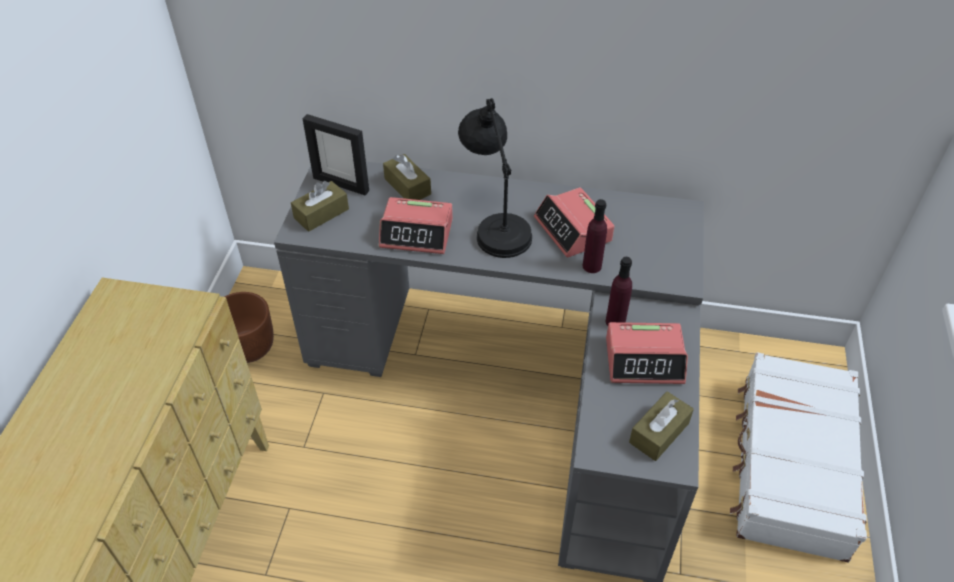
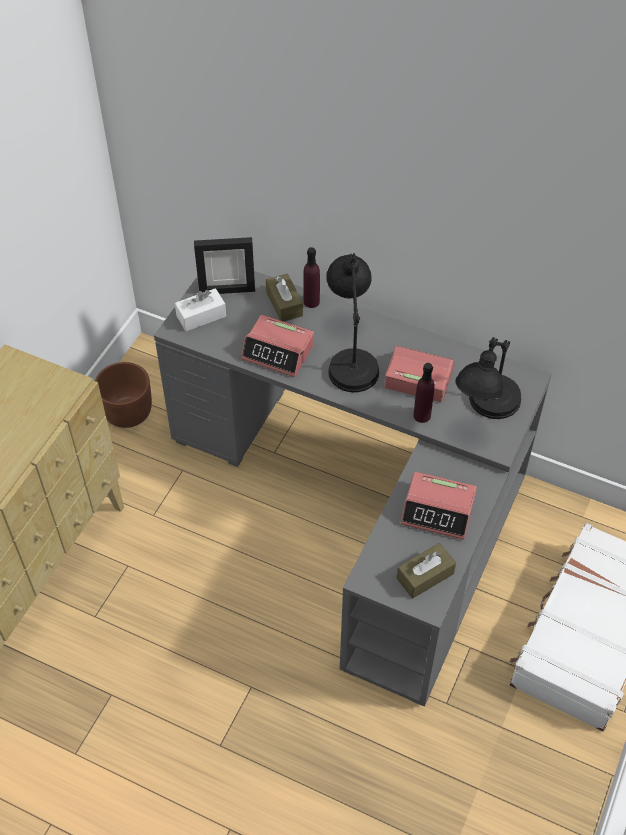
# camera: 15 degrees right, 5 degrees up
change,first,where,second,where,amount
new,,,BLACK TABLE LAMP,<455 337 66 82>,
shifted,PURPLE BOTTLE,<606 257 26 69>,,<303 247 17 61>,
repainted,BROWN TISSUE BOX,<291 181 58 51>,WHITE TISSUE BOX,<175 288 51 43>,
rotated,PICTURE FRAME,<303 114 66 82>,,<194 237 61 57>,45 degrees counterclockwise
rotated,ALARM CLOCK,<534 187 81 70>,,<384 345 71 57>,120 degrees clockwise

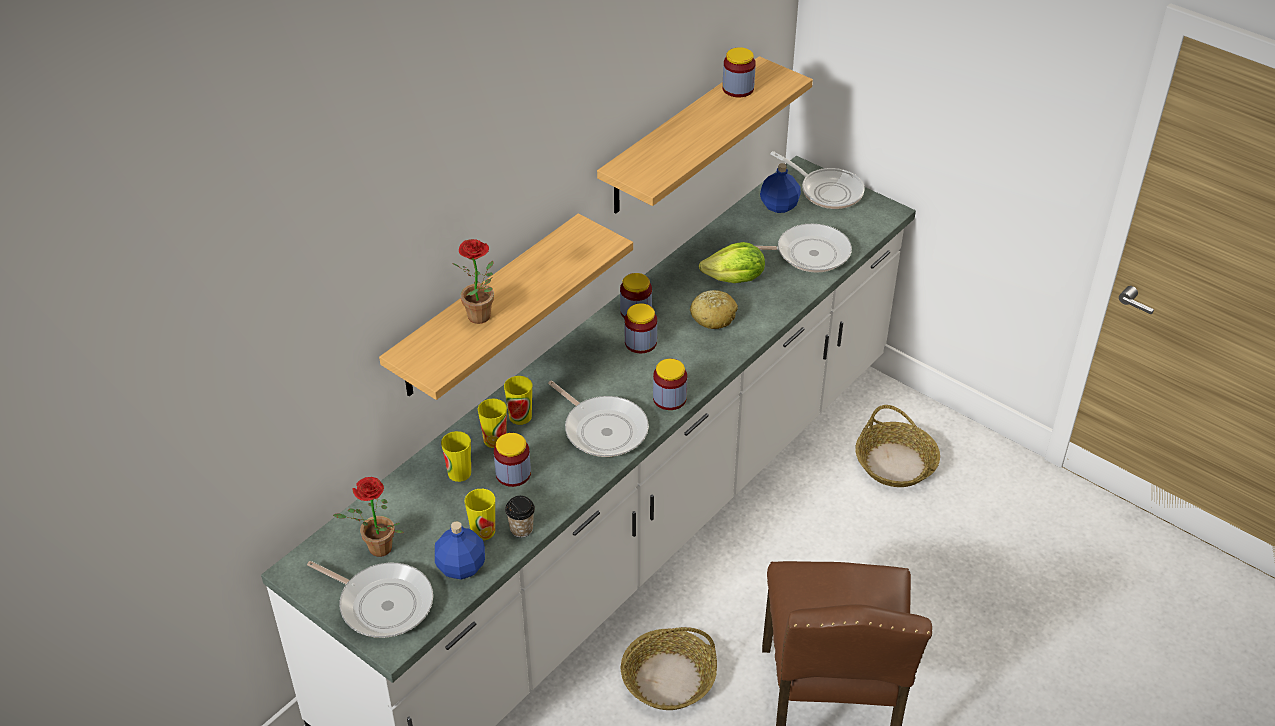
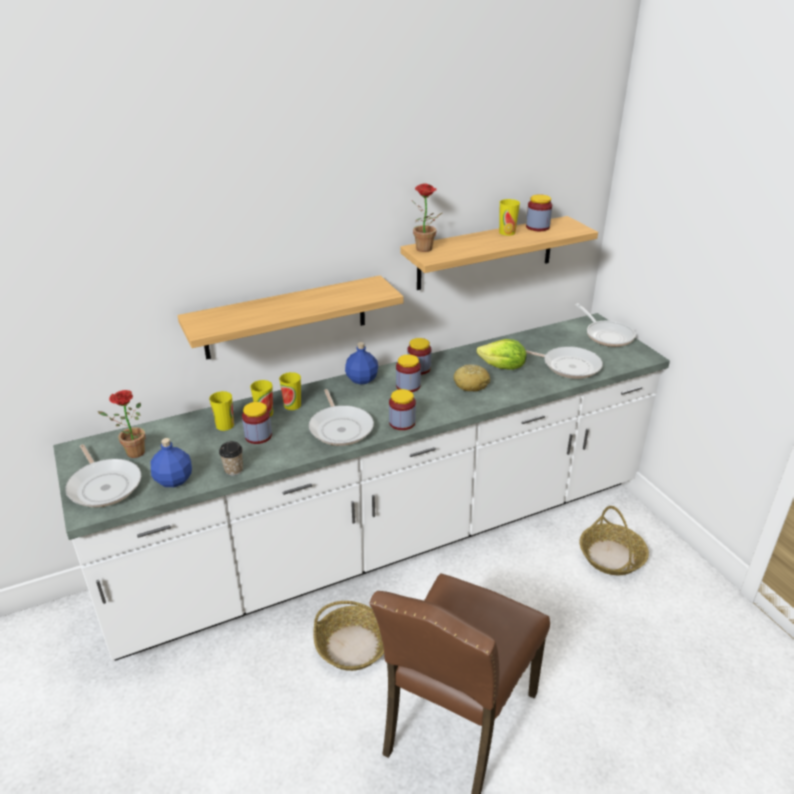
# camera: 25 degrees right, 10 degrees down
change,first,where,second,where,amount
shifted,POTTED PLANT,<453 239 41 85>,,<413 183 29 69>,
shifted,CUP,<465 489 30 51>,,<499 199 21 37>,
shifted,BLUE BOTTLE,<760 163 41 50>,,<345 342 33 42>,

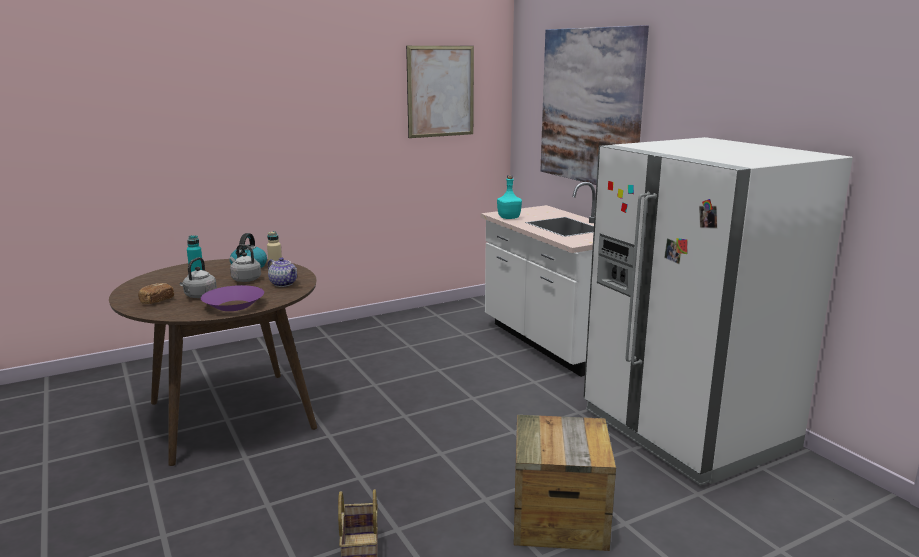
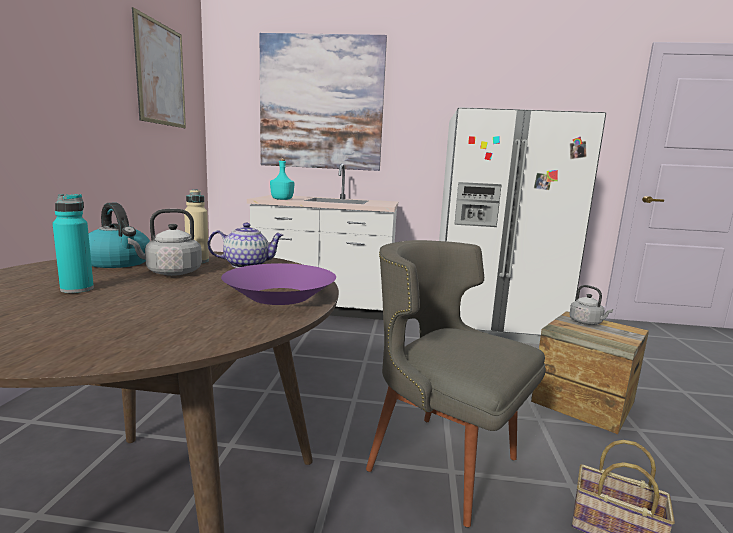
# camera: 55 degrees left, 5 degrees down
change,first,where,second,where,amount
gone,BREAD,<138 283 36 21>,,,
new,,,GREY CHAIR,<366 240 180 288>,
shifted,GREY KETTLE,<180 257 37 41>,,<569 285 44 40>,

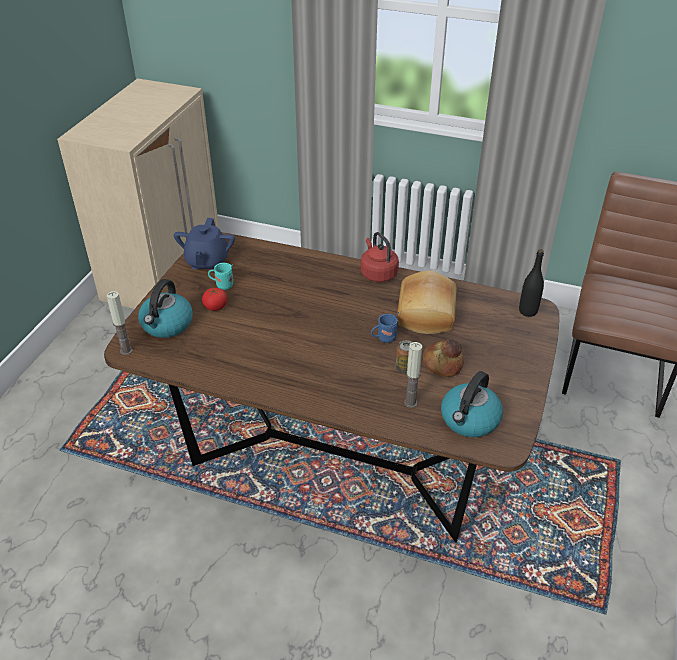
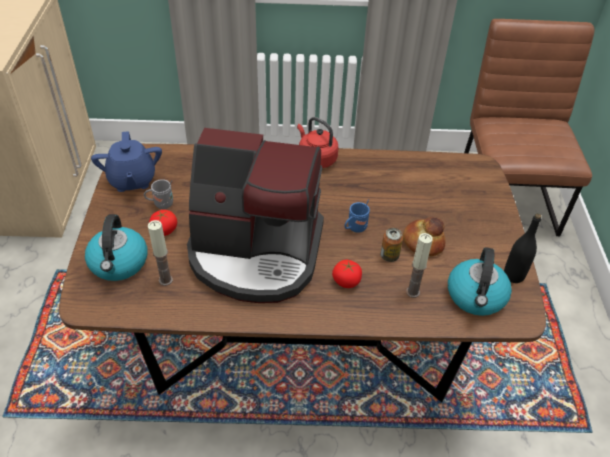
# camera: 20 degrees left, 5 degrees up
change,first,where,second,where,amount
gone,BREAD,<397 270 60 64>,,,
new,,,COFFEE MACHINE,<187 128 137 175>,
new,,,TOMATO,<332 260 30 28>,
shifted,CANDLE,<106 291 27 64>,,<148 220 25 66>,
shifted,BLACK BOTTLE,<519 249 25 68>,,<504 213 37 70>,
repainted,TURQUOISE MUG,<208 263 25 27>,GREY MUG,<144 179 29 30>,

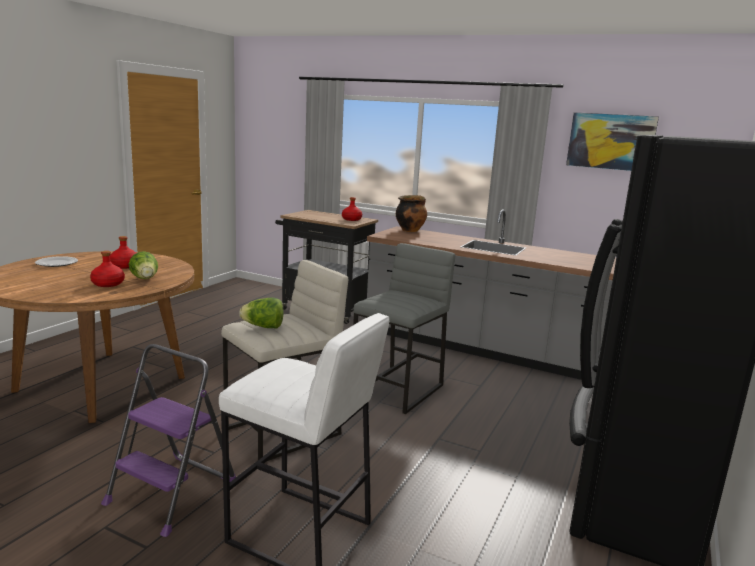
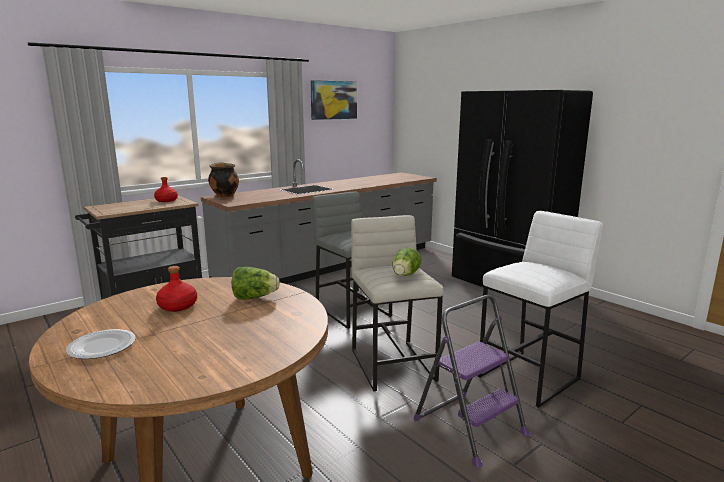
# camera: 65 degrees left, 0 degrees up
change,first,where,second,where,amount
gone,RED BOTTLE,<90 251 35 36>,,,

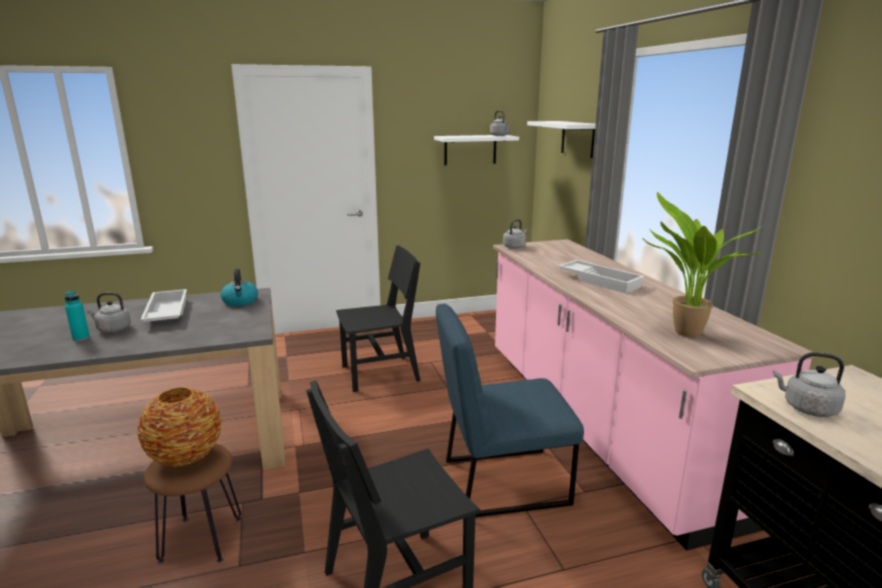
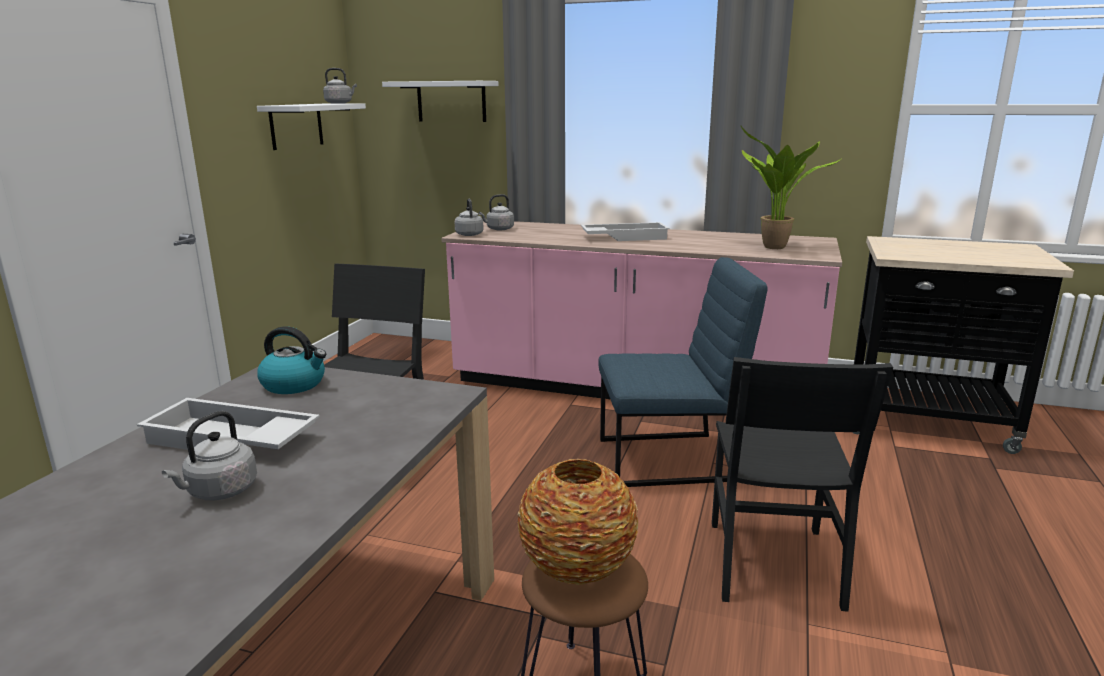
# camera: 55 degrees left, 0 degrees up
change,first,where,second,where,amount
gone,TURQUOISE BOTTLE,<65 291 25 50>,,,
shifted,GREY KETTLE,<773 352 73 65>,,<479 194 35 36>,
rotated,BLUE CHAIR,<436 304 148 213>,,<598 257 170 230>,120 degrees counterclockwise

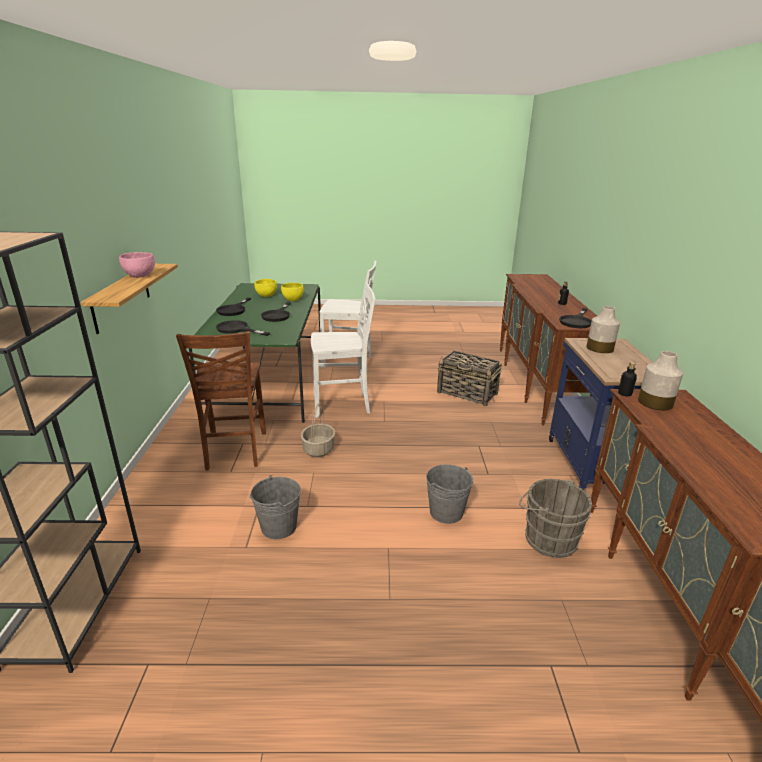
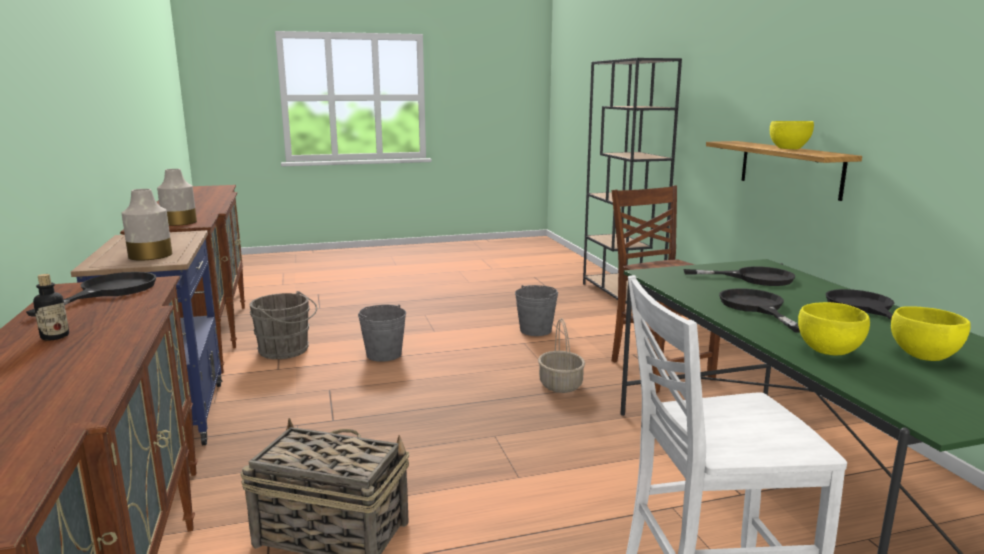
# camera: 165 degrees right, 10 degrees down
change,first,where,second,where,amount
gone,WHITE CHAIR,<311 283 65 135>,,,
gone,BOTTLE,<618 362 19 35>,,,
repainted,PINK BOWL,<119 252 36 26>,YELLOW BOWL,<770 121 44 28>,

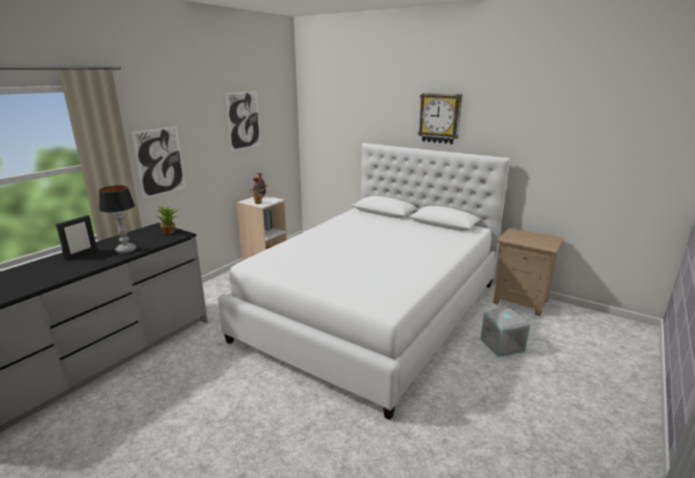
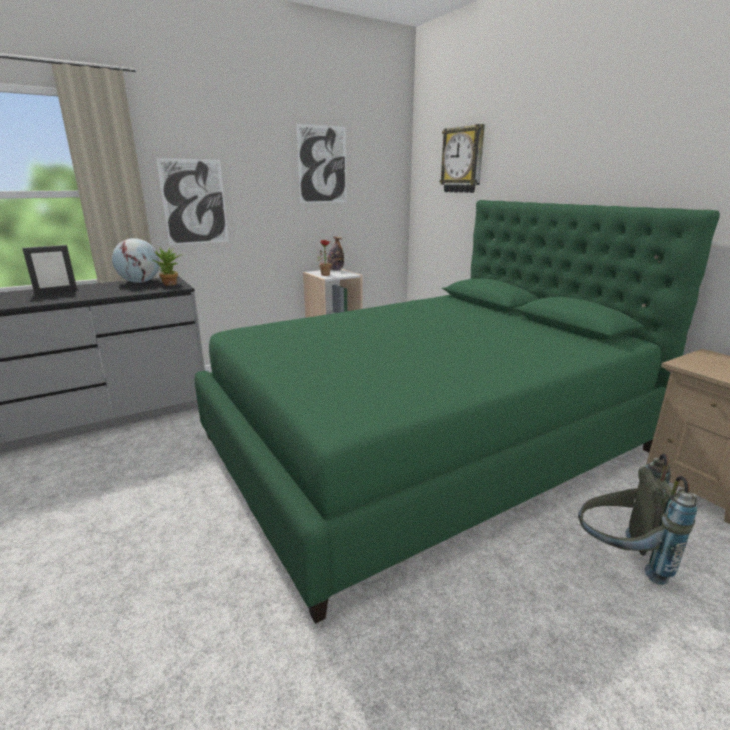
# camera: 25 degrees right, 0 degrees up
change,first,where,second,where,amount
gone,TABLE LAMP,<99 185 37 68>,,,
new,,,GLOBE,<112 238 48 45>,
shifted,WALL CLOCK,<418 93 44 51>,,<439 124 46 69>,
swapped,GREY STORAGE BOX,<480 308 50 49>,GREY BACKPACK,<578 453 119 132>,
repainted,WHITE BED,<218 143 292 277>,GREEN BED,<194 200 526 424>,

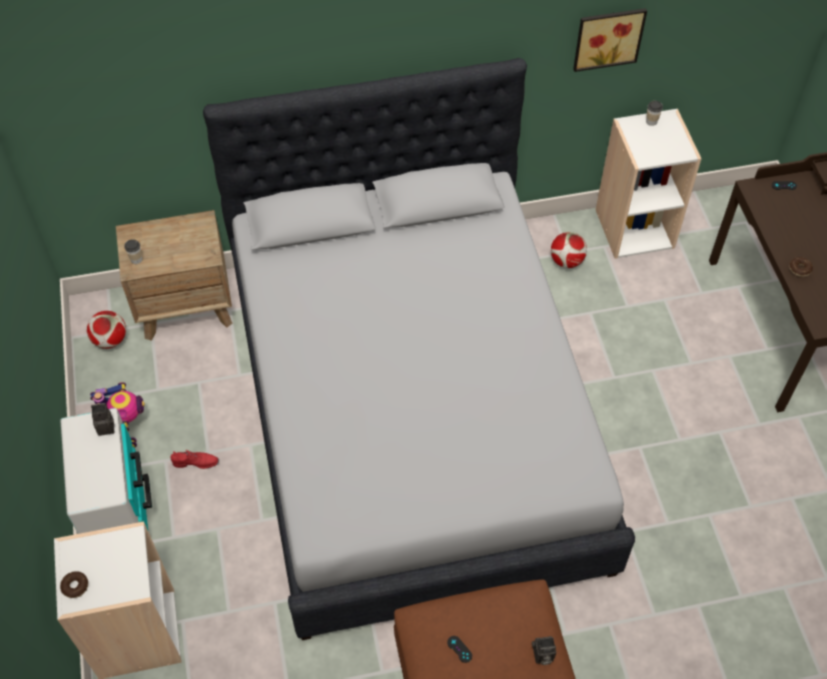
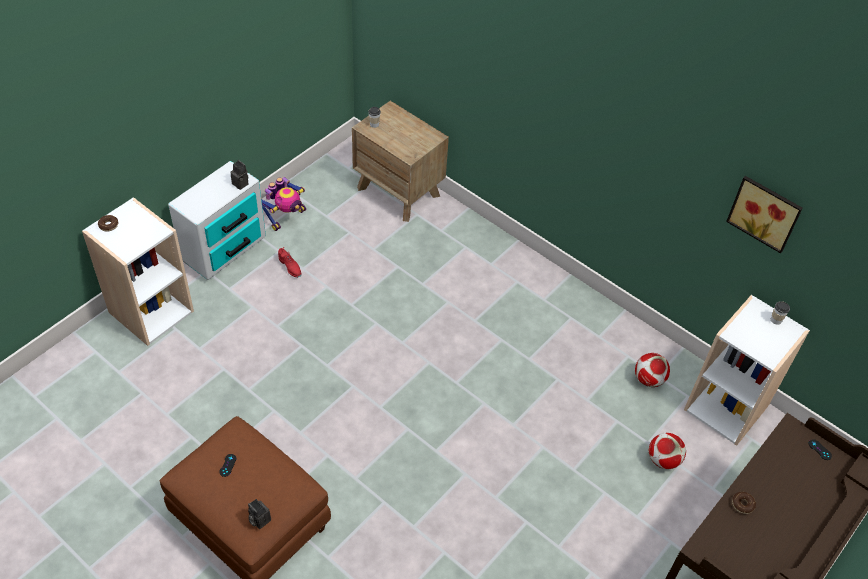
# camera: 50 degrees right, 5 degrees down
change,first,where,second,where,amount
gone,GREY BED,<203 58 432 582>,,,
shifted,FOOTBALL,<87 311 39 38>,,<649 433 37 36>,

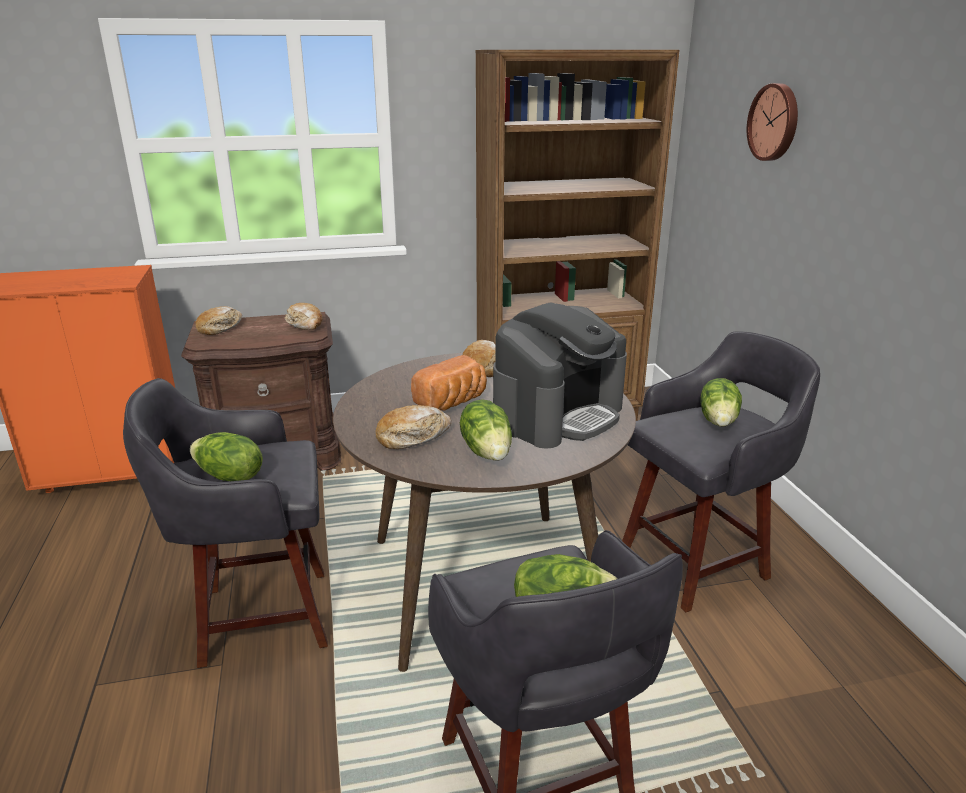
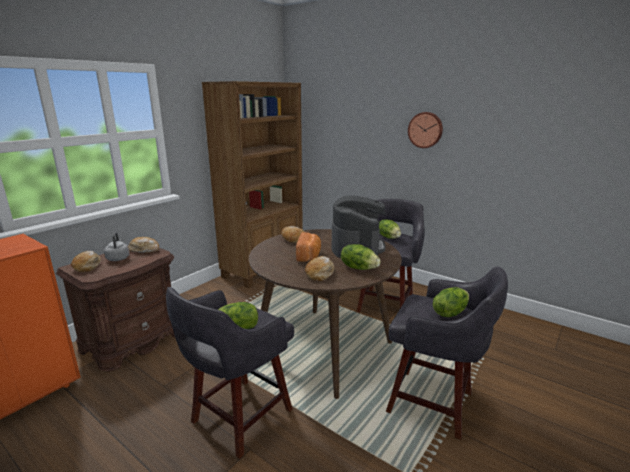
# camera: 40 degrees left, 5 degrees down
change,first,where,second,where,amount
new,,,GREY KETTLE,<104 232 25 29>,
shifted,WALL CLOCK,<747 83 51 78>,,<408 112 35 36>,

